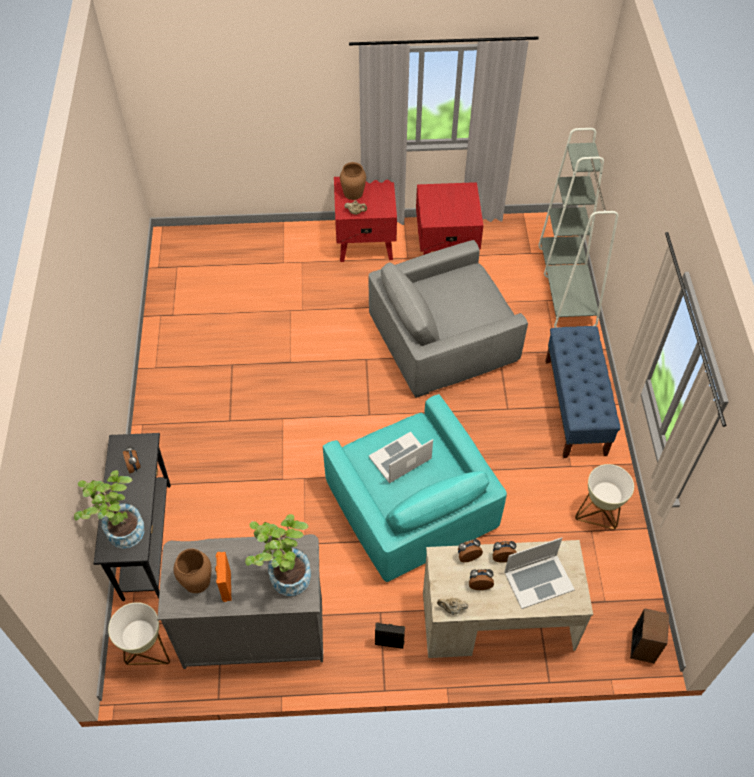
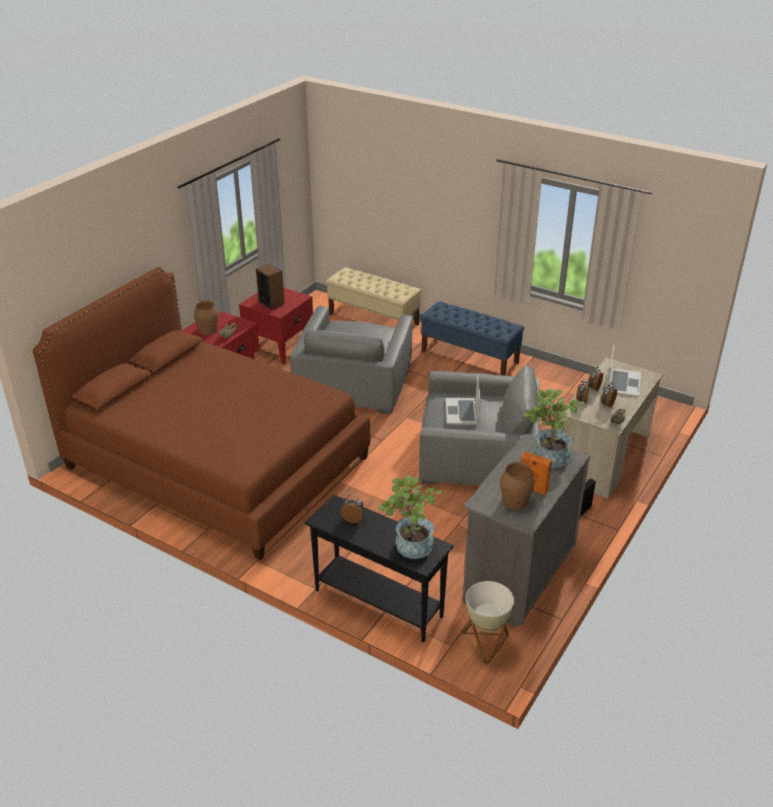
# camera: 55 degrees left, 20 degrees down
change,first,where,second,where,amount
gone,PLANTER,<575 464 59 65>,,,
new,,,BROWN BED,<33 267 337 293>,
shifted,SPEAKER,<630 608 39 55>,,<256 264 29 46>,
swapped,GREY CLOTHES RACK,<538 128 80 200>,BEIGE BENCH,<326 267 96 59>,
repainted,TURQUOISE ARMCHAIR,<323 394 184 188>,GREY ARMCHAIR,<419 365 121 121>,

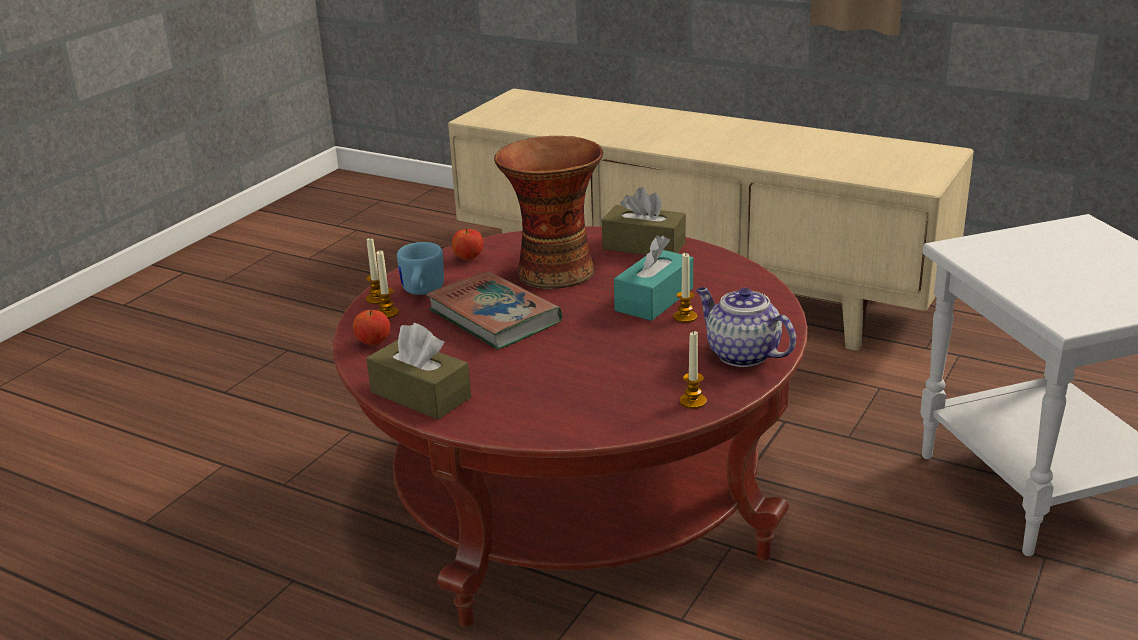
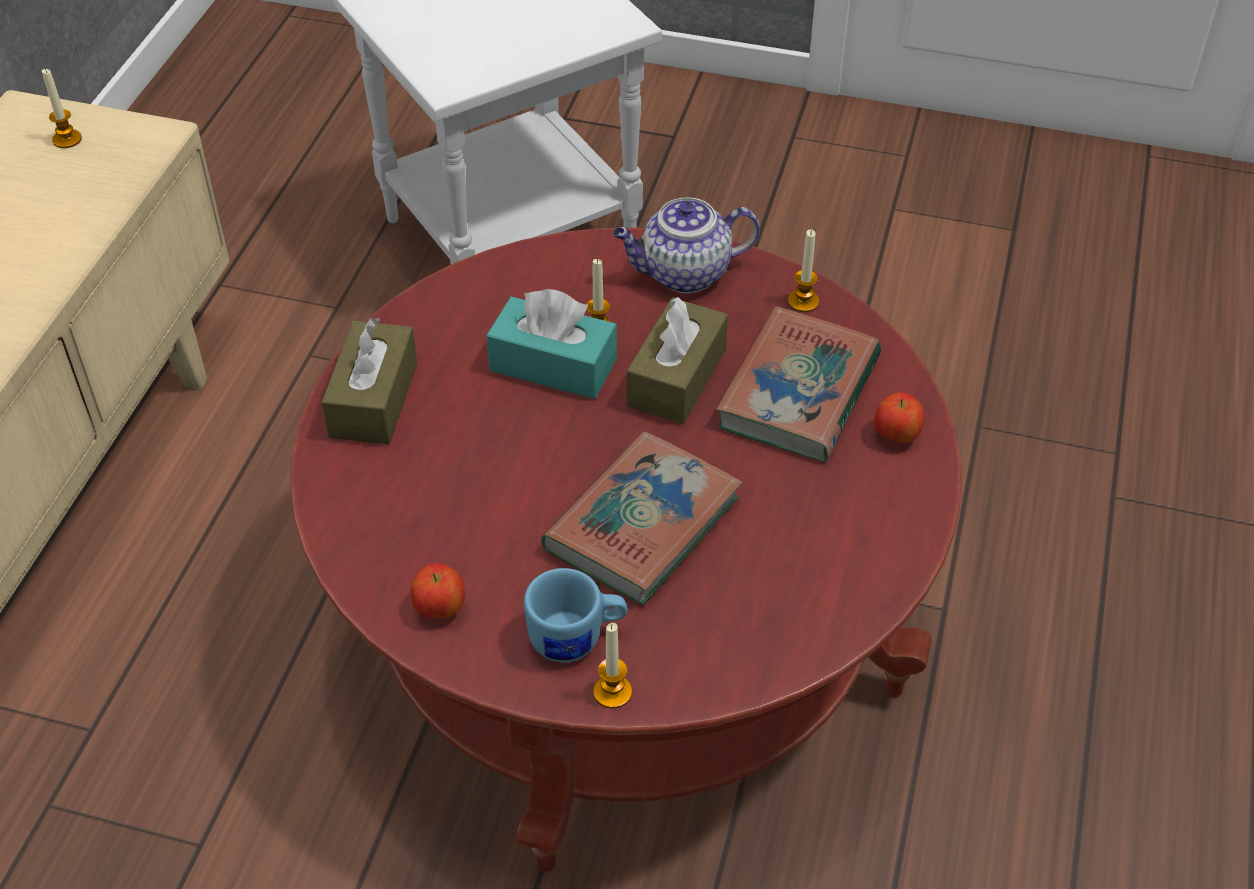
# camera: 105 degrees left, 20 degrees up
change,first,where,second,where,amount
gone,VASE,<494 136 109 153>,,,
new,,,BOOK,<716 307 165 154>,
shifted,APPLE,<353 310 37 36>,,<874 392 51 51>,
shifted,BROWN TISSUE BOX,<366 323 105 97>,,<627 297 101 127>,
shifted,CANDLE,<376 250 23 68>,,<42 68 40 80>,
rotated,TEAPOT,<696 287 100 80>,,<612 197 148 96>,45 degrees clockwise

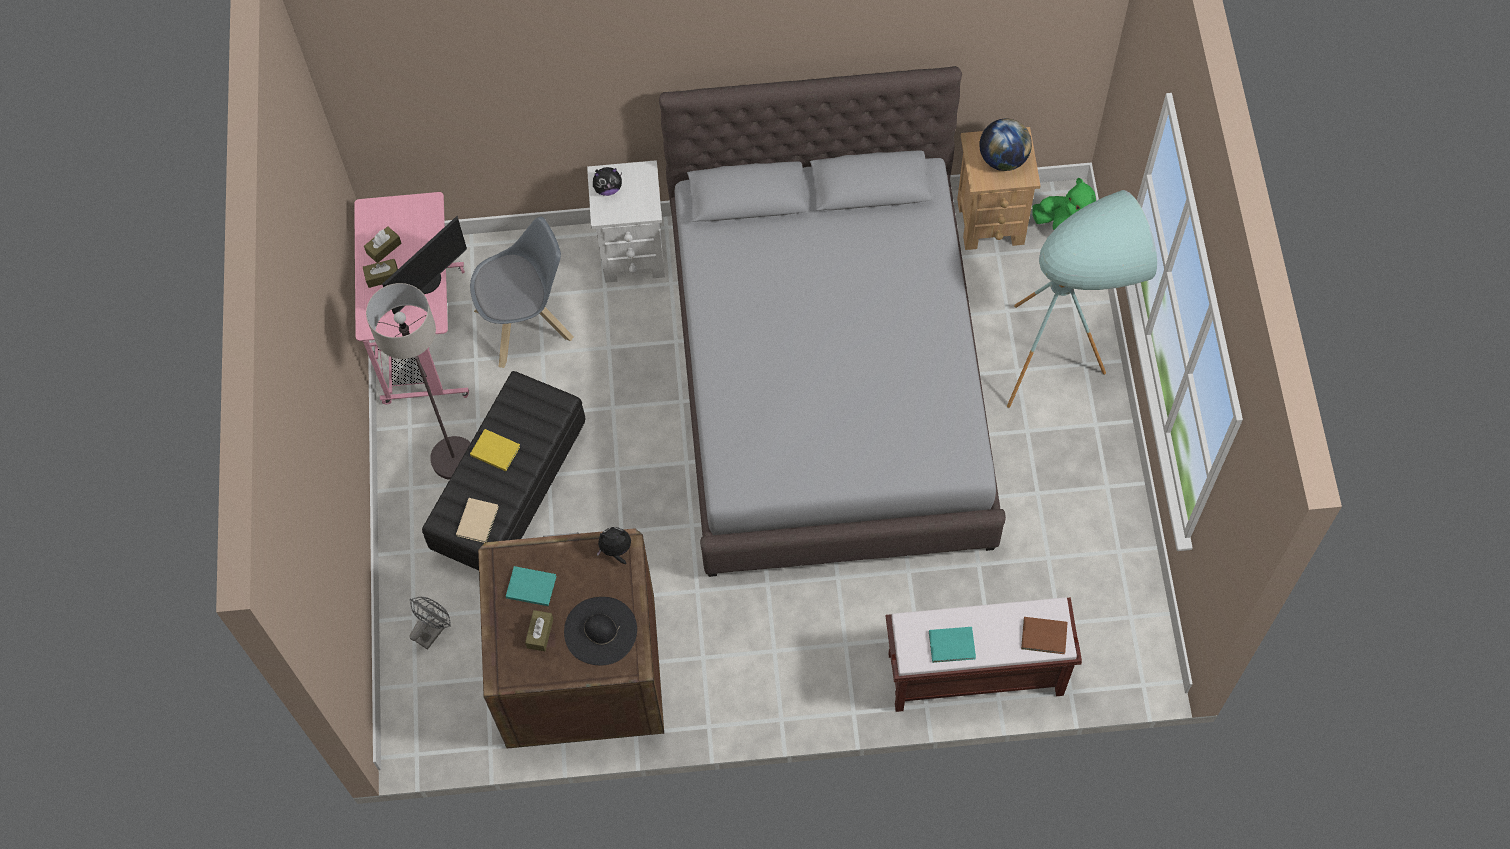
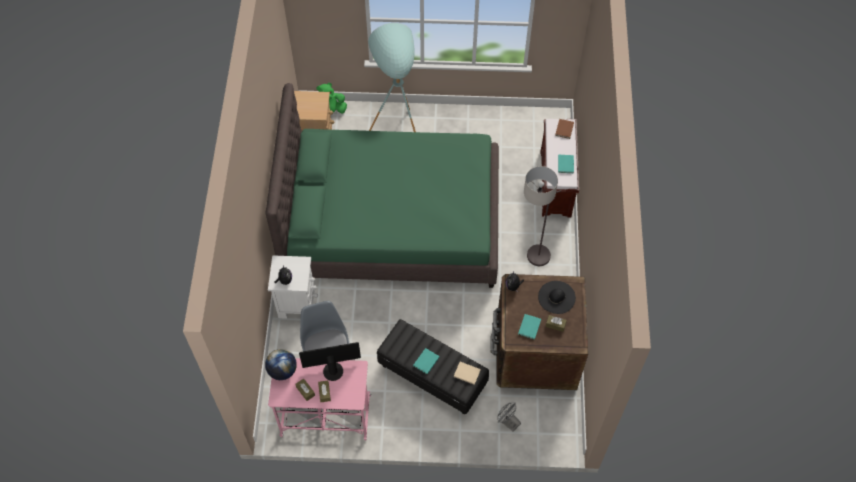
# camera: 85 degrees left, 5 degrees down
change,first,where,second,where,amount
shifted,GREY FLOOR LAMP,<366 283 105 197>,,<524 166 37 100>,
shifted,GLOBE,<980 118 52 53>,,<265 349 32 31>,
repainted,YELLOW BOOK,<470 429 51 42>,TURQUOISE BOOK,<414 348 26 26>,
repainted,GREY BED,<659 66 347 511>,GREEN BED,<266 83 233 205>,
rotated,MONITOR,<382 216 85 98>,,<299 342 62 39>,60 degrees counterclockwise

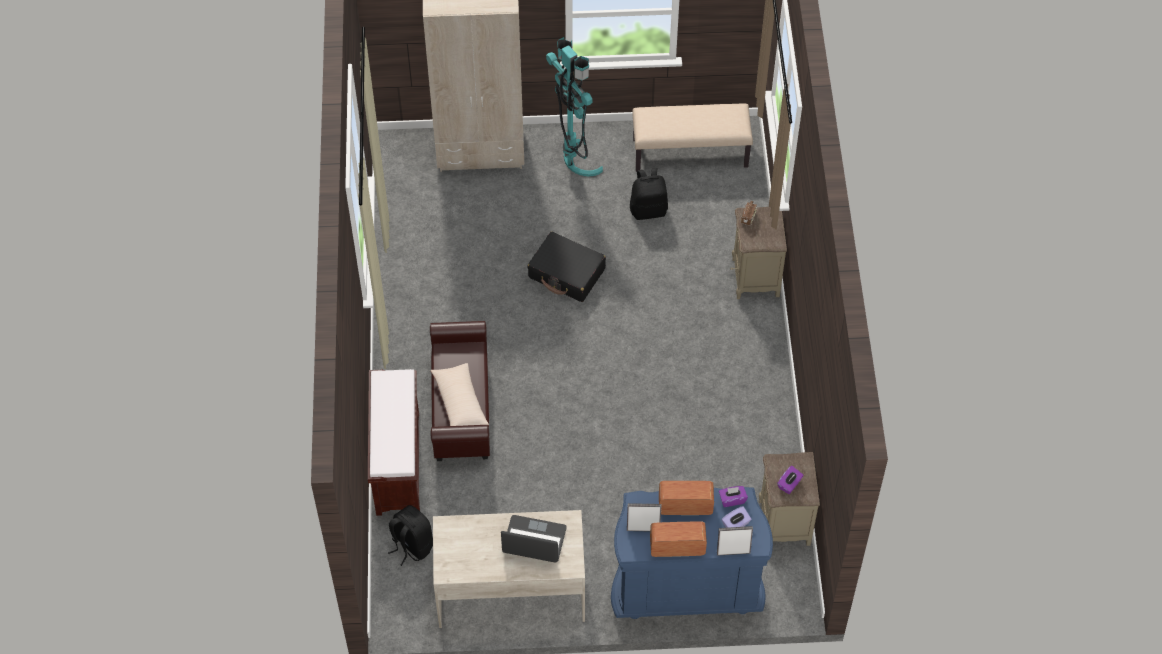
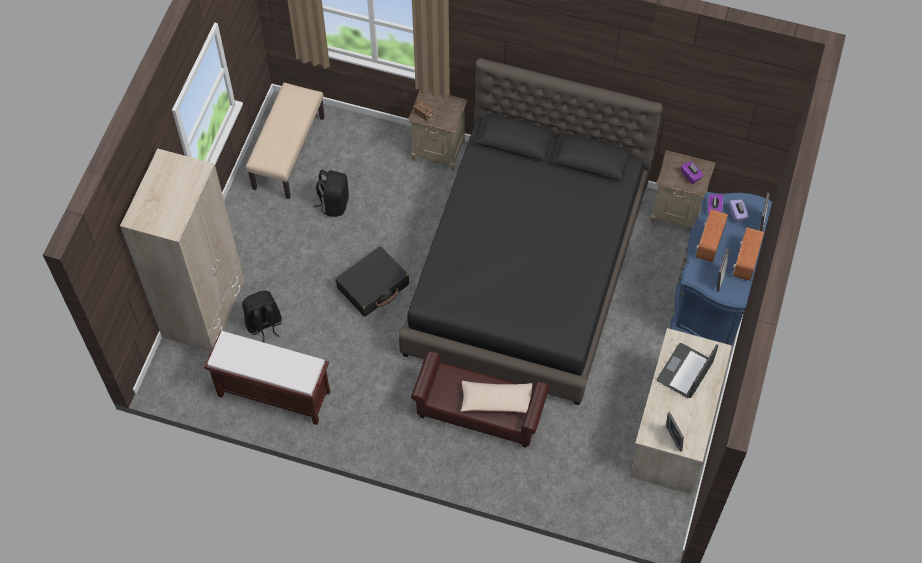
# camera: 70 degrees left, 5 degrees up
change,first,where,second,where,amount
gone,TURQUOISE FLOOR LAMP,<546 37 57 139>,,,
new,,,BLACK BED,<399 58 263 347>,
new,,,PICTURE FRAME,<666 412 18 40>,
shifted,BROWN BENCH,<368 369 52 147>,,<204 331 126 94>,
shifted,BLACK BACKPACK,<388 505 45 61>,,<242 291 40 52>,

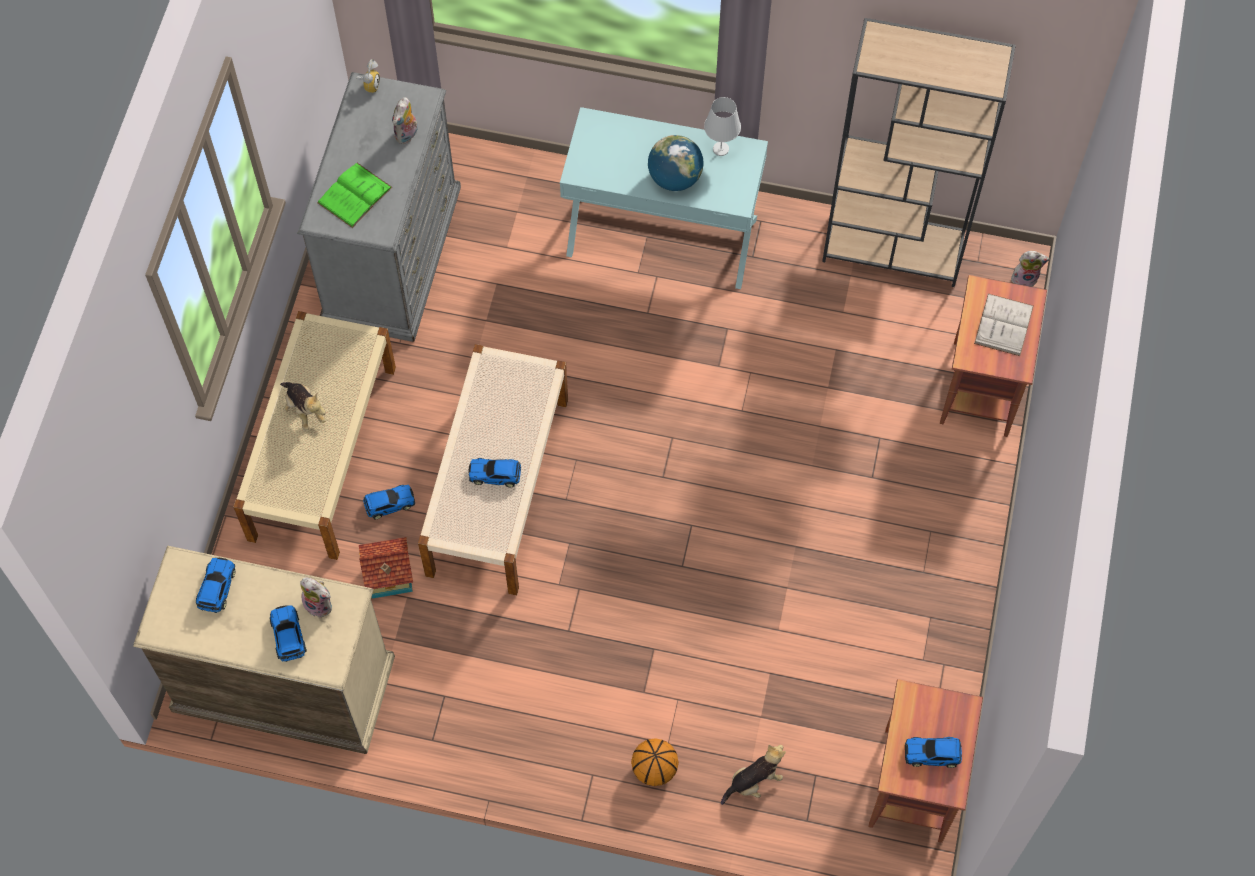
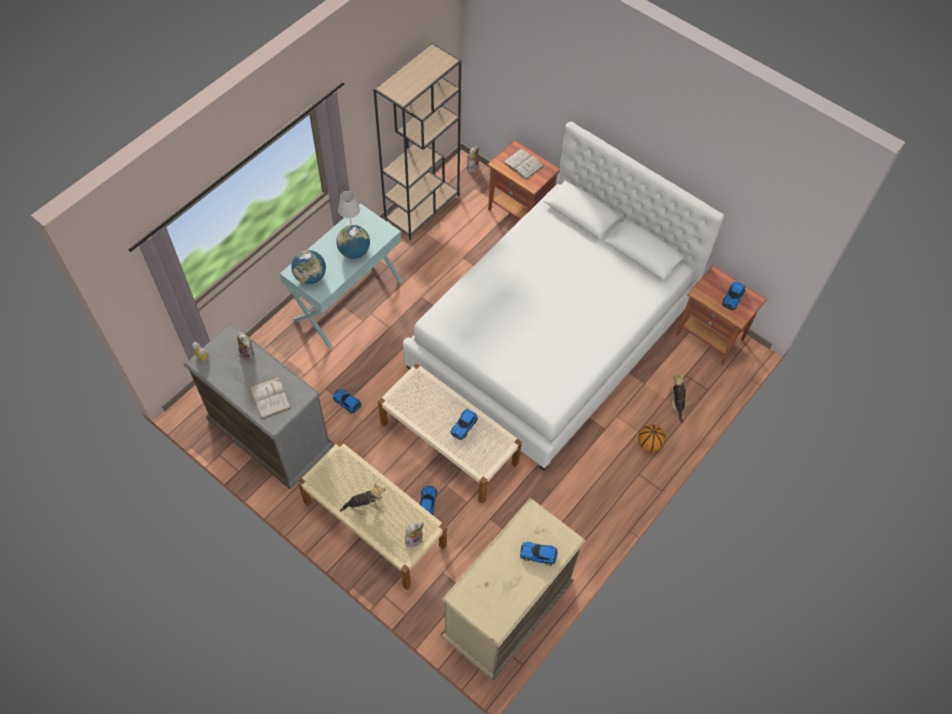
# camera: 65 degrees left, 5 degrees down
change,first,where,second,where,amount
gone,TOY HOUSE,<359 537 54 62>,,,
new,,,GLOBE,<291 250 35 34>,
new,,,WHITE BED,<403 122 321 348>,
shifted,TOY CAR,<196 558 39 55>,,<333 389 29 25>,
shifted,PLUSH TOY,<300 577 32 41>,,<405 522 19 25>,
repainted,GREEN BOOK,<317 163 75 65>,WHITE BOOK,<249 376 42 44>,

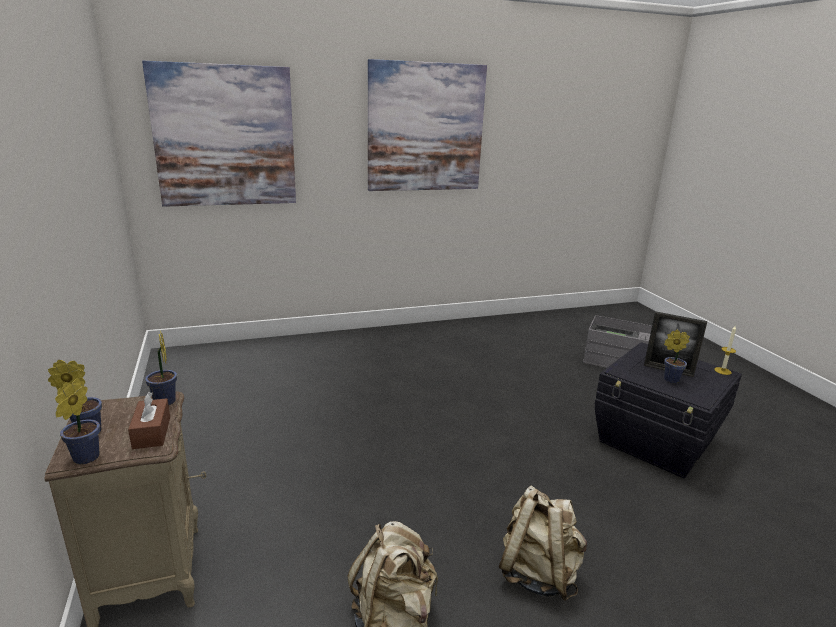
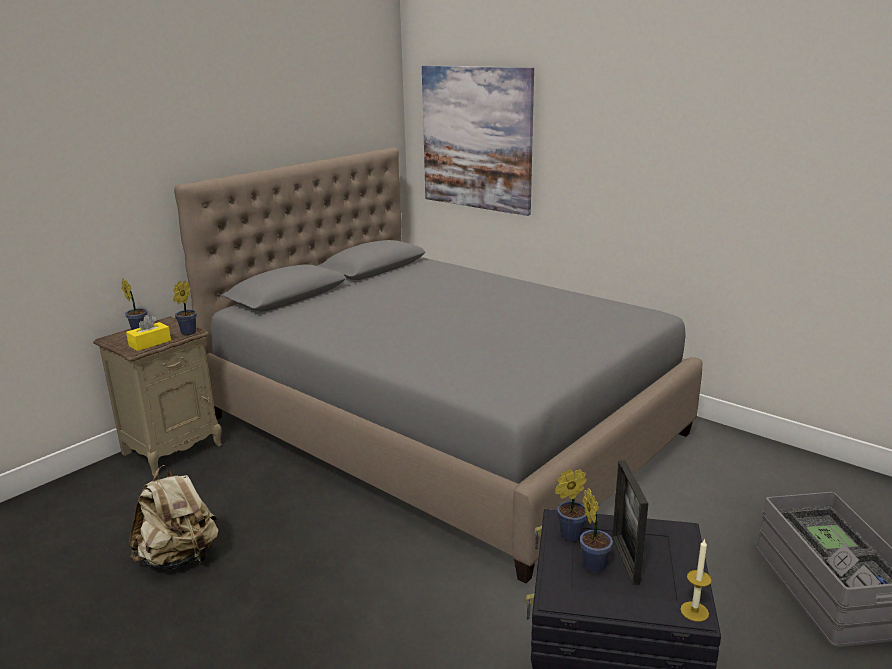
# camera: 60 degrees right, 0 degrees up
change,first,where,second,where,amount
gone,PICTURE,<368 59 119 132>,,,
gone,BEIGE BACKPACK,<499 486 88 115>,,,
new,,,GREY BED,<174 147 528 437>,
shifted,POTTED PLANT,<55 378 45 86>,,<555 469 32 72>,
repainted,BROWN TISSUE BOX,<128 392 42 57>,YELLOW TISSUE BOX,<126 315 45 36>,

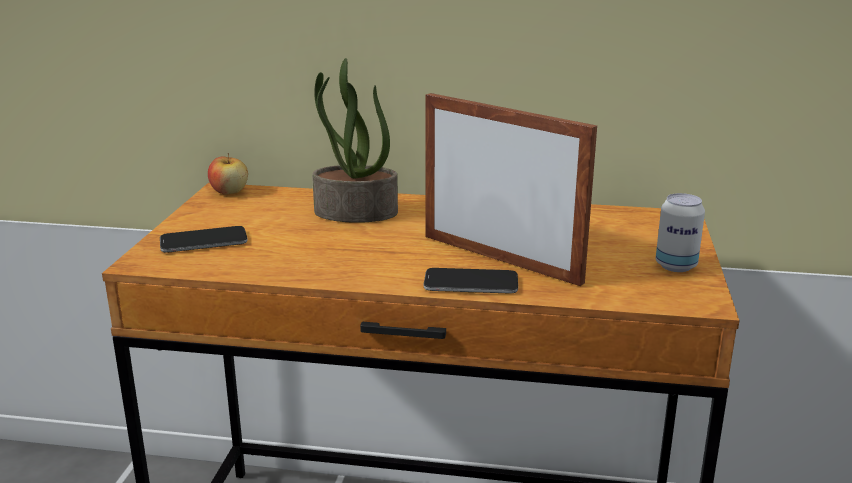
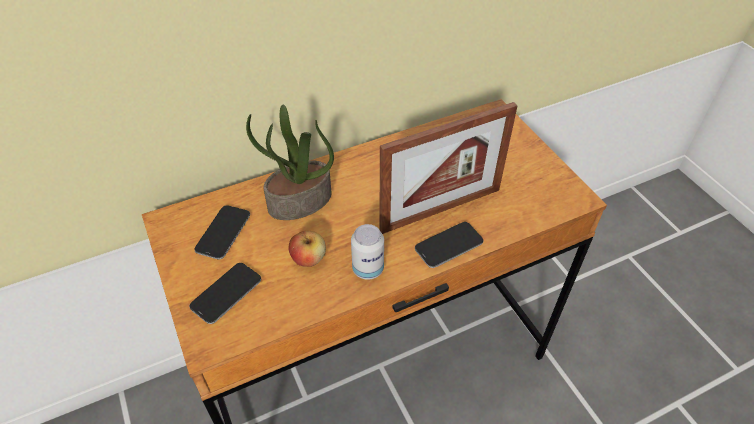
# camera: 35 degrees left, 25 degrees up
change,first,where,second,where,amount
new,,,PHONE,<194 205 56 54>,
shifted,APPLE,<208 153 40 42>,,<289 231 37 36>,
shifted,CAN,<655 193 50 79>,,<351 224 33 56>,
rotated,PICTURE FRAME,<425 93 172 193>,,<379 102 138 132>,150 degrees clockwise

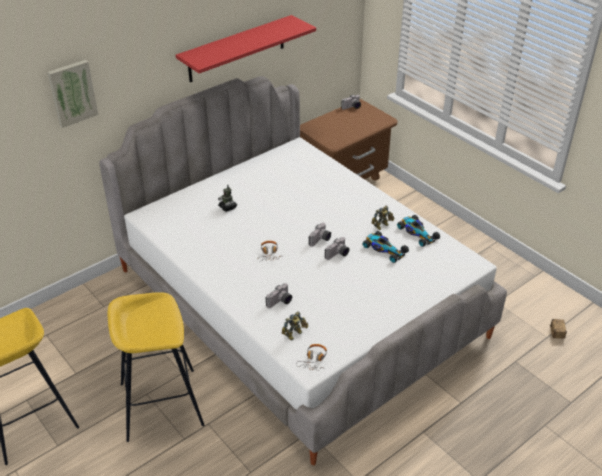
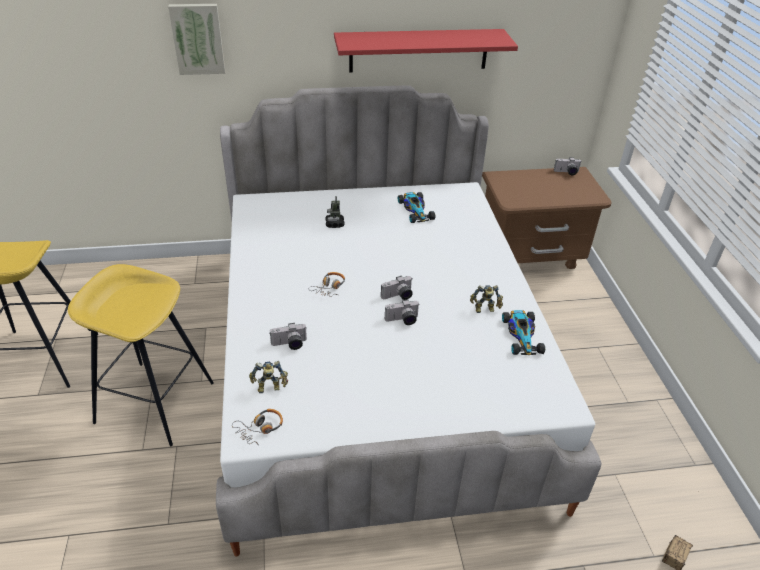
# camera: 30 degrees right, 0 degrees up
change,first,where,second,where,amount
shifted,TOY CAR,<363 231 46 32>,,<398 192 37 31>,

